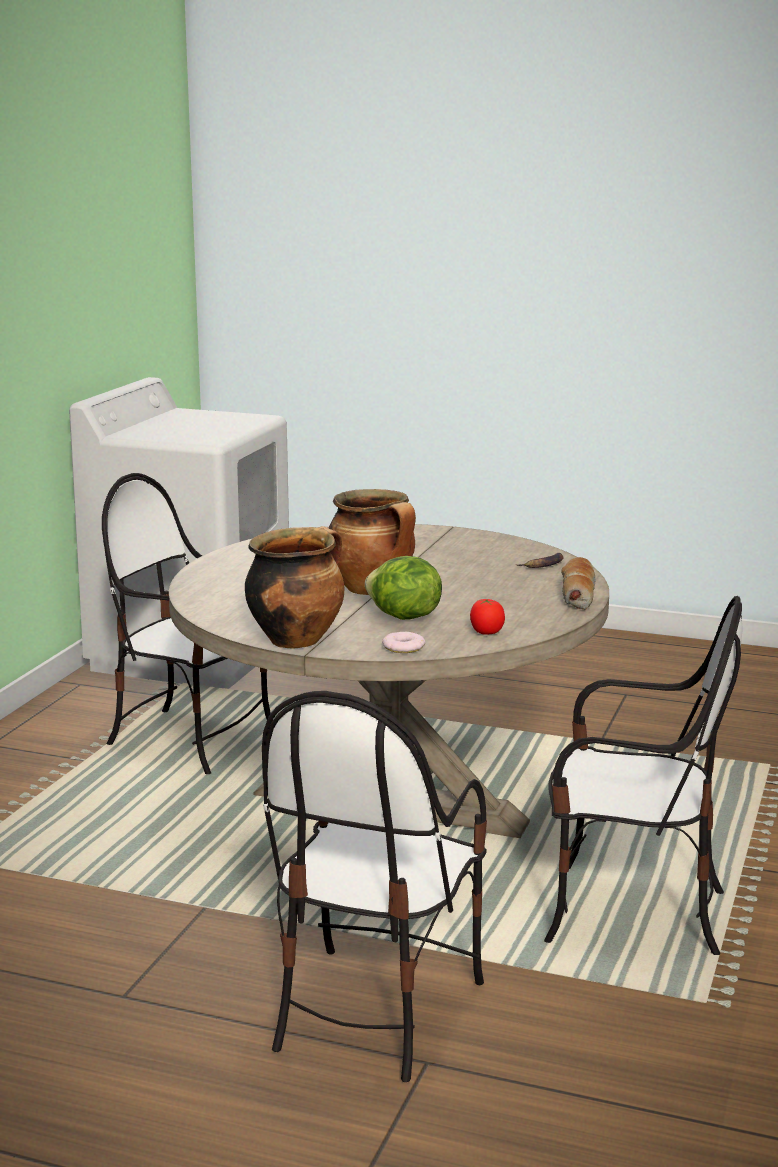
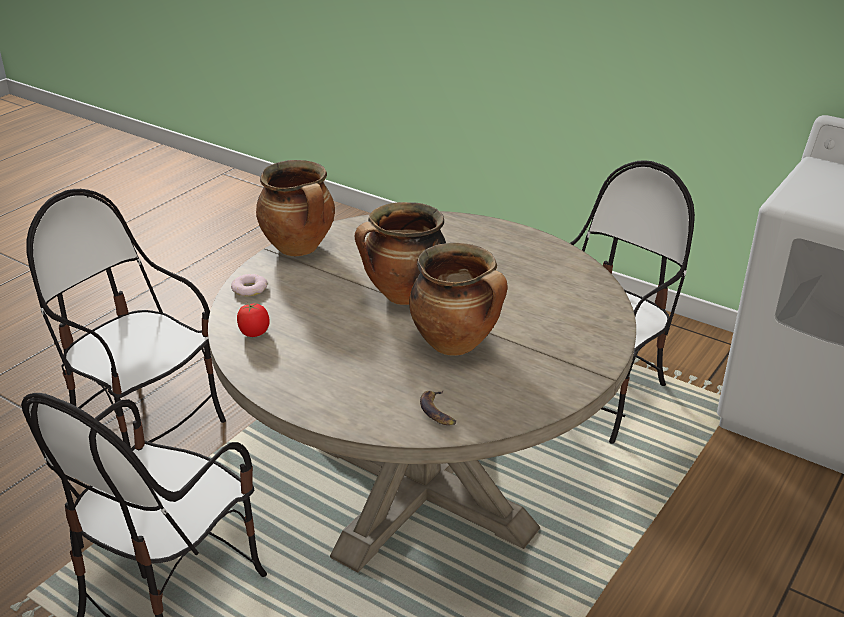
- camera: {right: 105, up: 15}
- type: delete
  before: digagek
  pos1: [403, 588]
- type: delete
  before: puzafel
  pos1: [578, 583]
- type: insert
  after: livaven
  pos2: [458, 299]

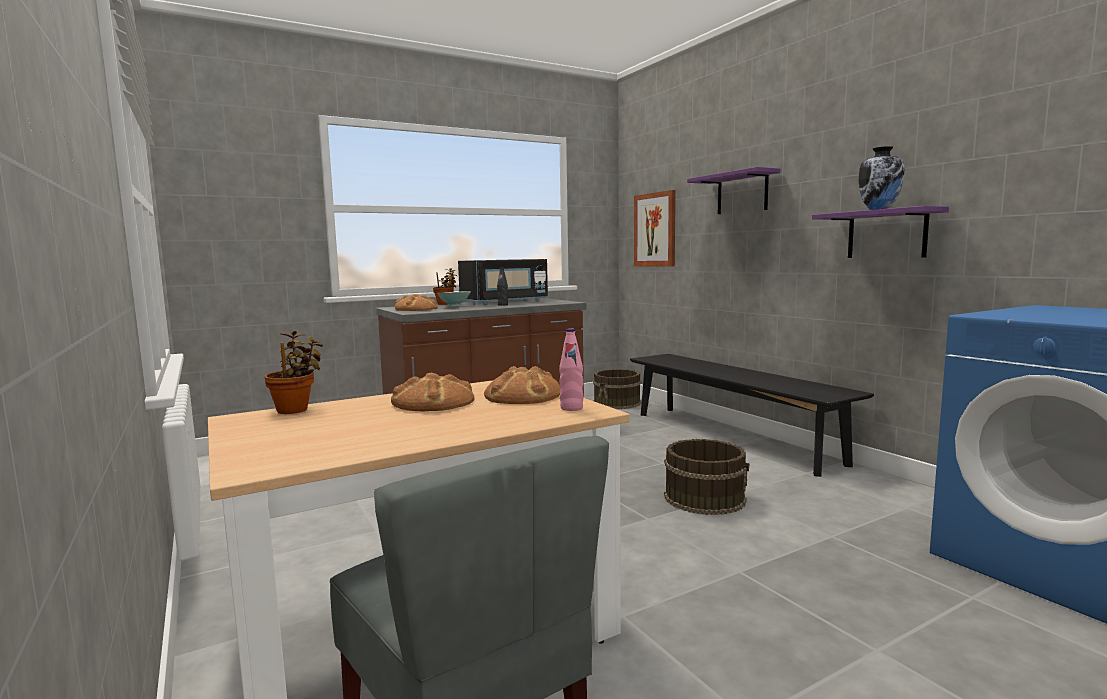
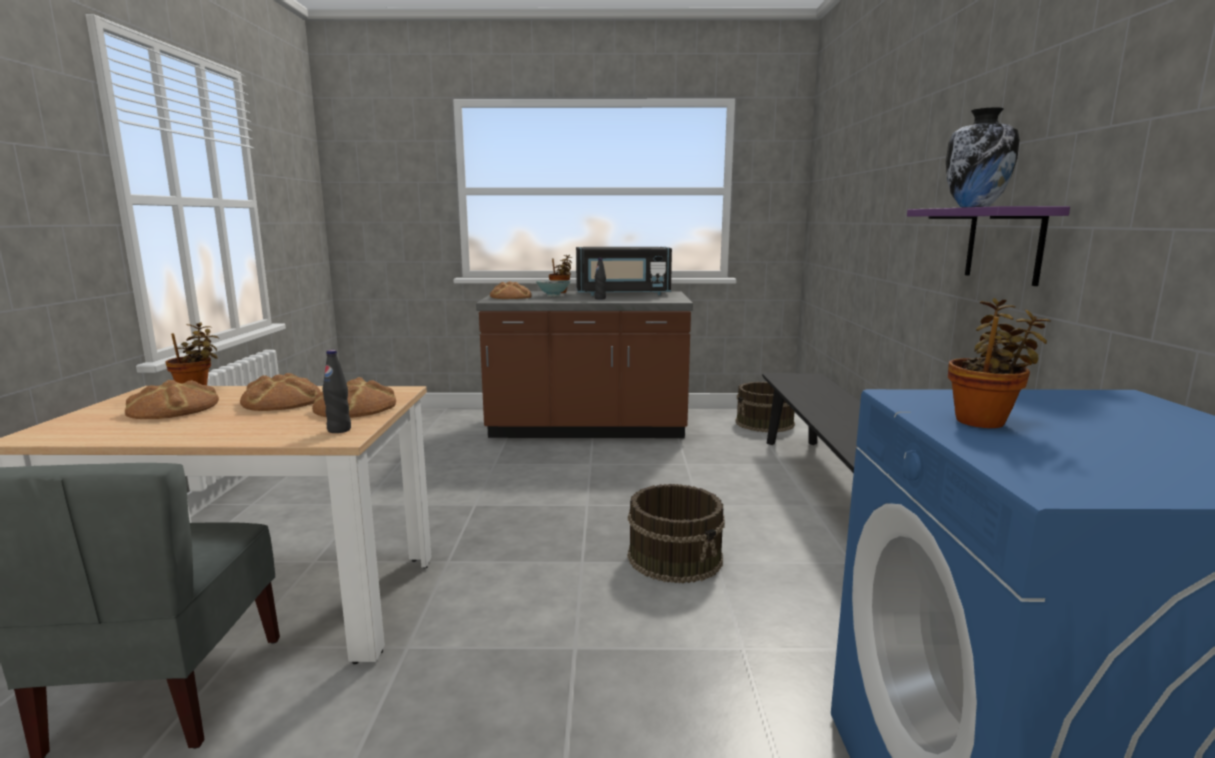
- camera: {right: 30, up: 5}
- type: delete
  before: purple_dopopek
  pos1: [733, 190]
- type: delete
  before: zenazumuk
  pos1: [655, 228]
- type: recolor
  before: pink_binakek
  after: black_binakek
  pos1: [571, 369]
  pos2: [336, 391]
- type: insert
  after: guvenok
  pos2: [999, 363]
- type: insert
  after: puzafel
  pos2: [172, 399]

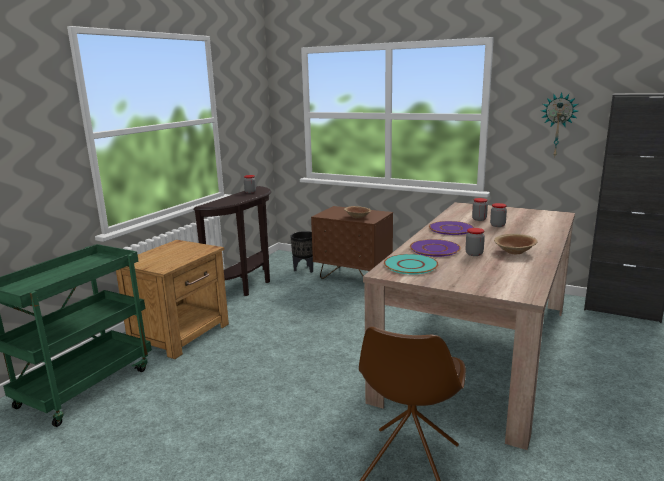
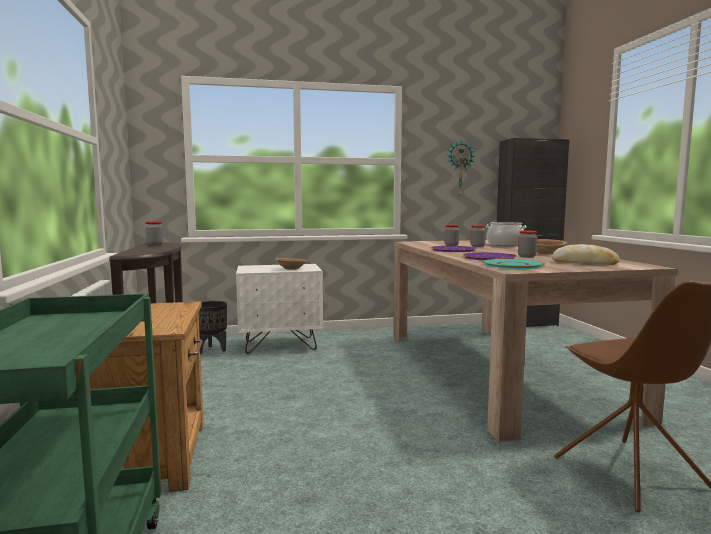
- camera: {right: -40, up: -10}
- type: recolor
  before: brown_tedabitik
  after: white_tedabitik
  pos1: [352, 242]
  pos2: [279, 309]
- type: insert
  after: livaven
  pos2: [506, 234]
- type: insert
  after: puzafel
  pos2: [586, 254]

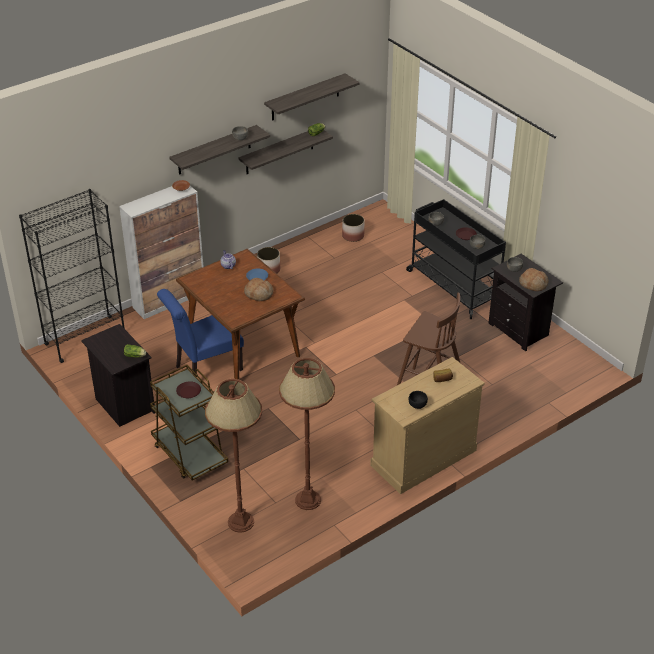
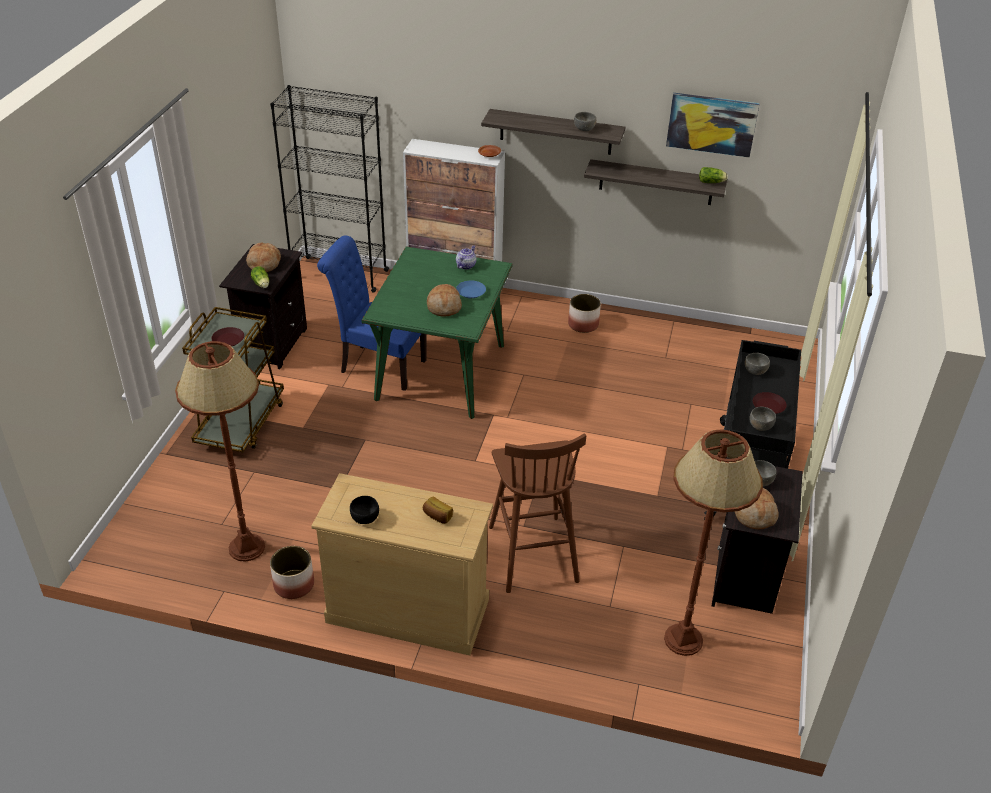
- camera: {right: 50, up: 0}
- type: replace
  before: dopopek
  after: zenazumuk
  pos1: [312, 97]
  pos2: [713, 125]
- type: move
  before: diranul
  pos1: [353, 228]
  pos2: [292, 572]
- type: recolor
  before: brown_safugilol
  after: green_safugilol
  pos1: [240, 314]
  pos2: [437, 332]
- type: move
  before: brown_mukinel
  pos1: [233, 456]
  pos2: [713, 542]
- type: insert
  after: puzafel
  pos2: [263, 257]

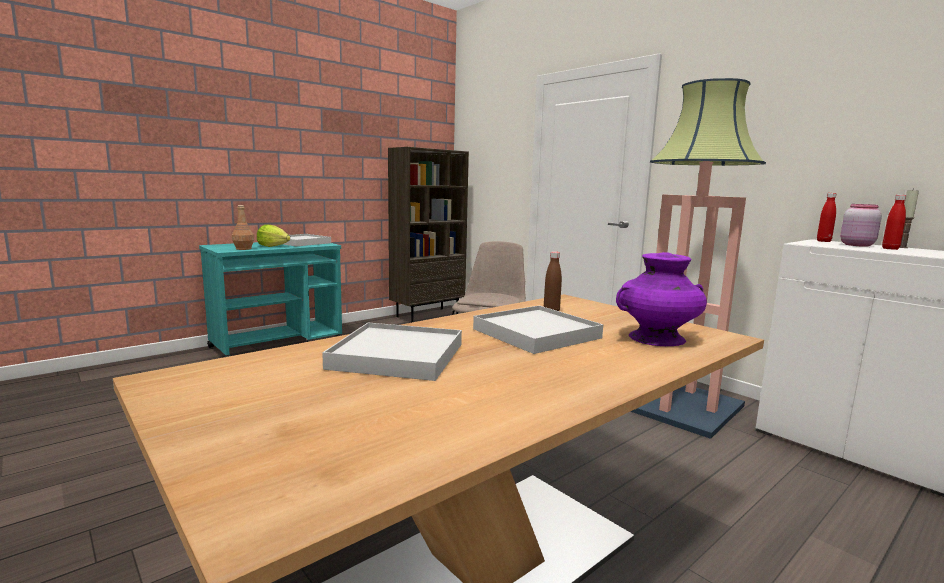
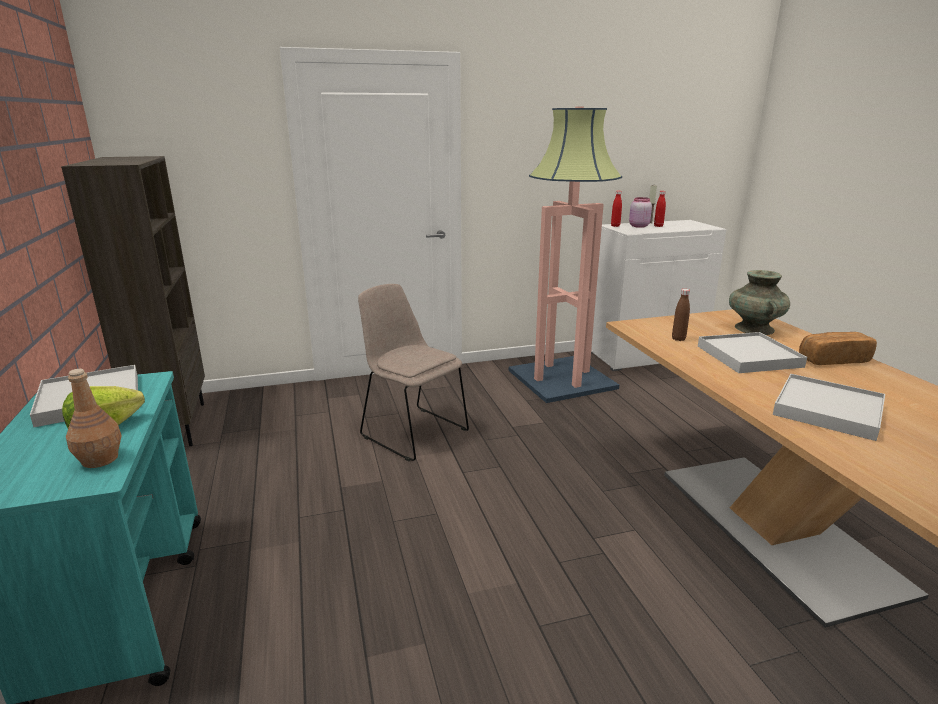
- camera: {right: -65, up: 10}
- type: recolor
  before: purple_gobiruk
  after: turquoise_gobiruk
  pos1: [661, 299]
  pos2: [759, 302]
- type: insert
  after: puzafel
  pos2: [838, 348]

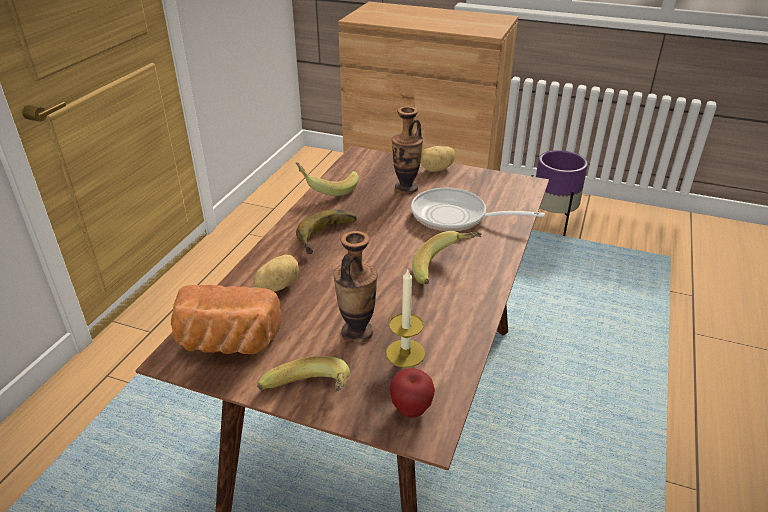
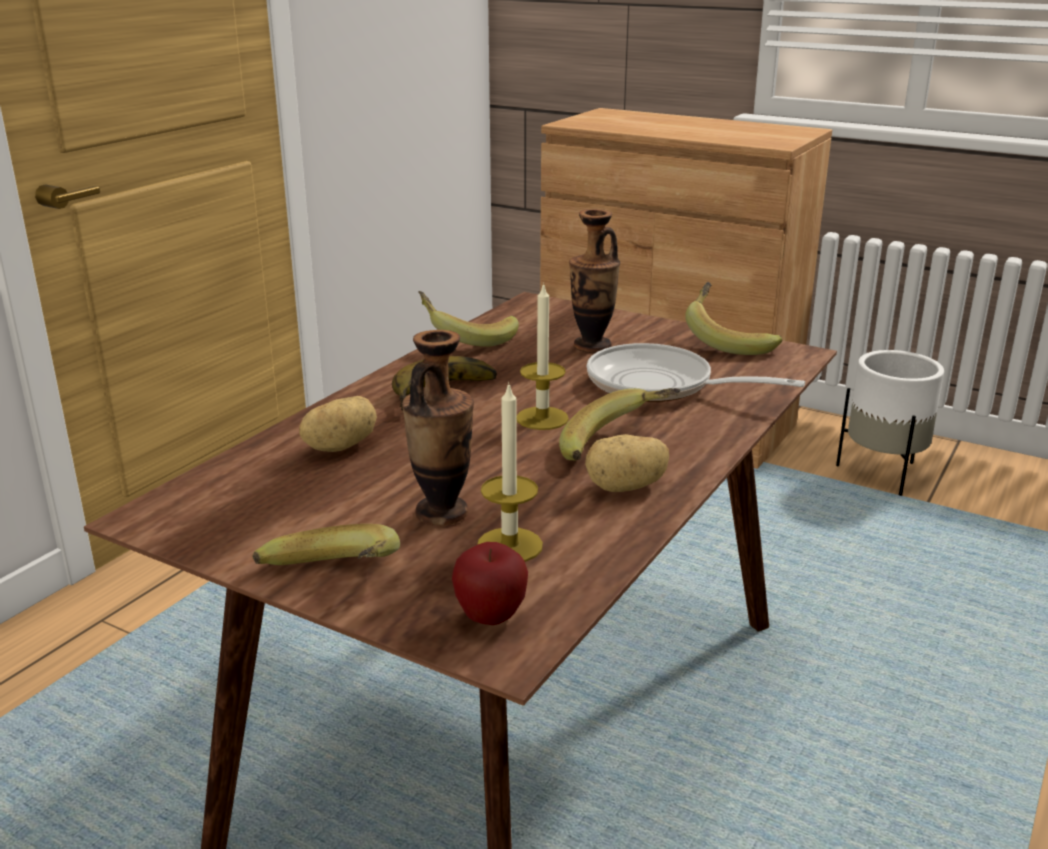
- camera: {right: 10, up: -10}
- type: move
  before: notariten
  pos1: [438, 159]
  pos2: [627, 463]
- type: recolor
  before: purple_diranul
  after: white_diranul
  pos1: [560, 193]
  pos2: [890, 423]
- type: delete
  before: puzafel
  pos1: [226, 319]
- type: insert
  after: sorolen
  pos2: [542, 356]
- type: insert
  after: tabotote
  pos2: [733, 318]

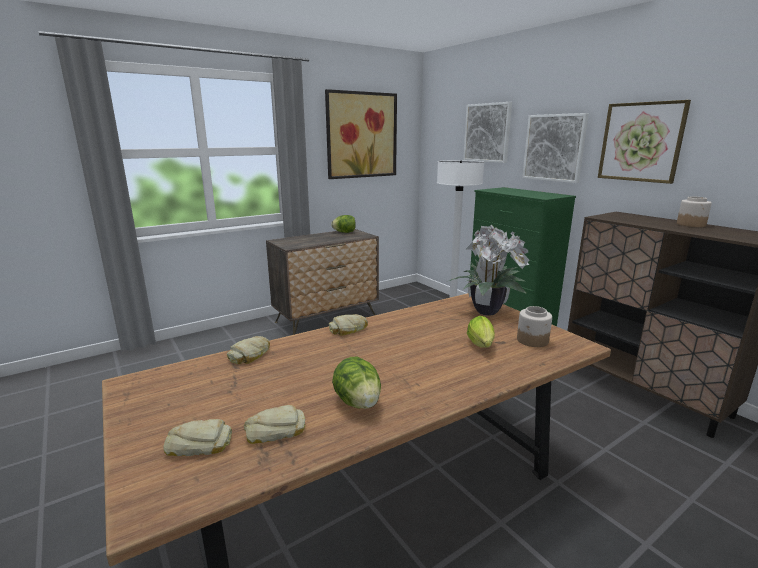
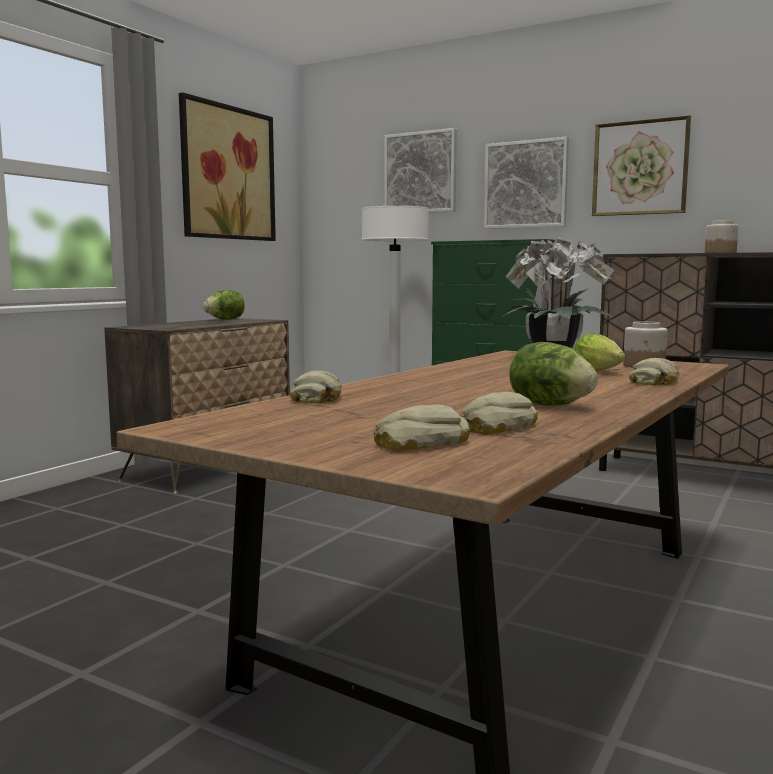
- camera: {right: -25, up: -10}
- type: move
  before: puzafel
  pos1: [348, 325]
  pos2: [654, 371]

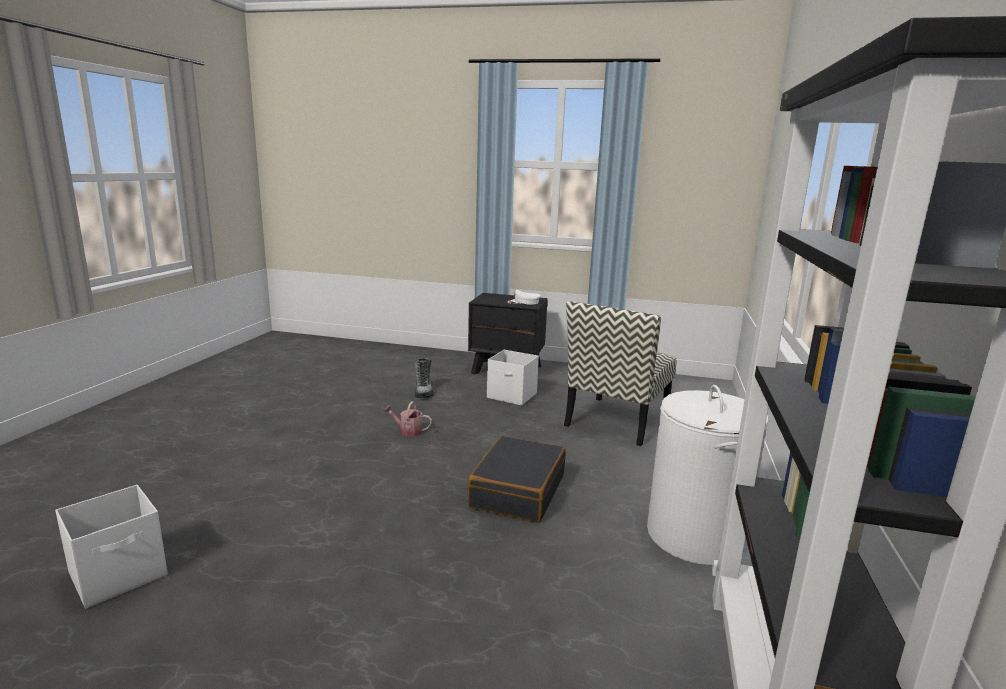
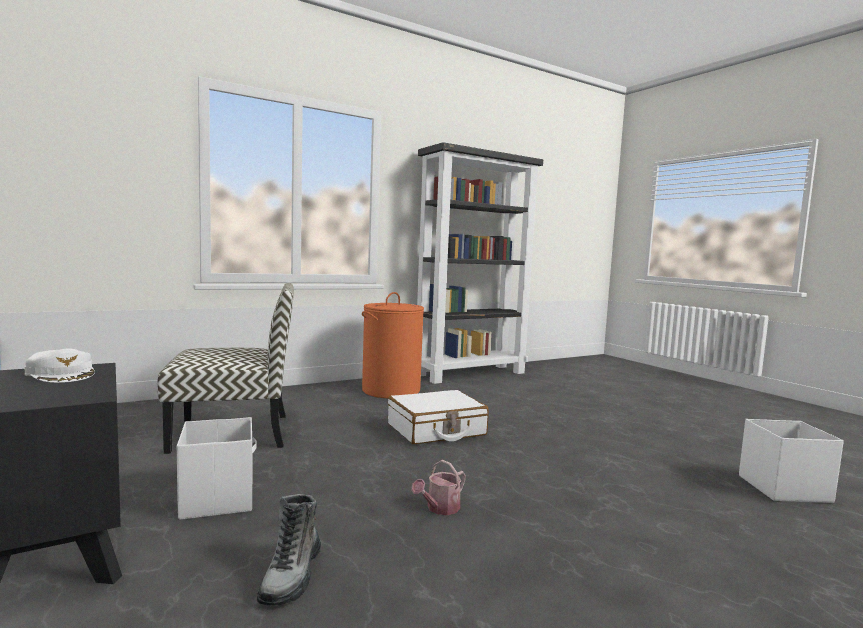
- camera: {right: -135, up: -10}
- type: rotate
  before: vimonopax
  pos1: [423, 378]
  pos2: [289, 550]
  turn: 150
- type: recolor
  before: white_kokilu
  after: orange_kokilu
  pos1: [708, 475]
  pos2: [393, 345]
- type: rotate
  before: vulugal
  pos1: [407, 419]
  pos2: [438, 487]
  turn: 75
- type: recolor
  before: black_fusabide
  after: white_fusabide
  pos1: [517, 479]
  pos2: [438, 417]

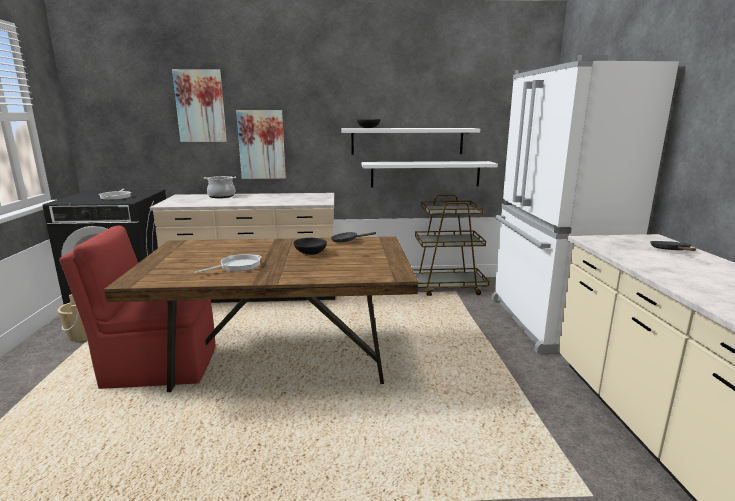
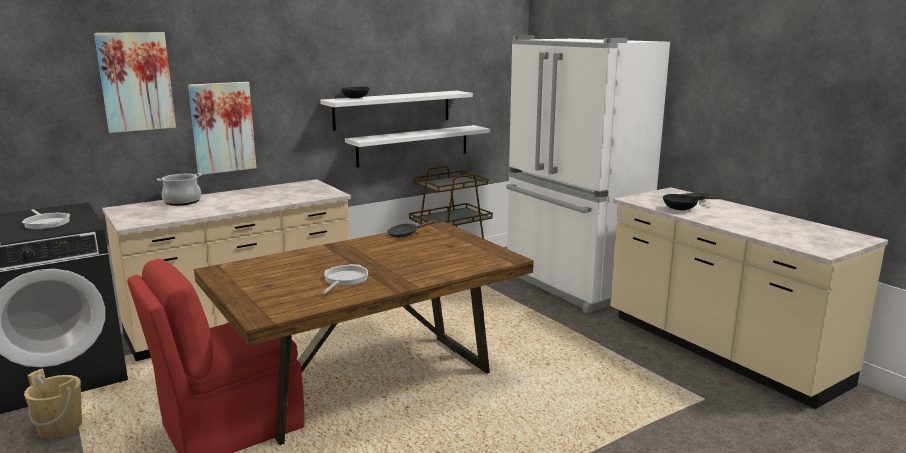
- camera: {right: -30, up: 0}
- type: move
  before: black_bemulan
  pos1: [310, 246]
  pos2: [680, 202]

